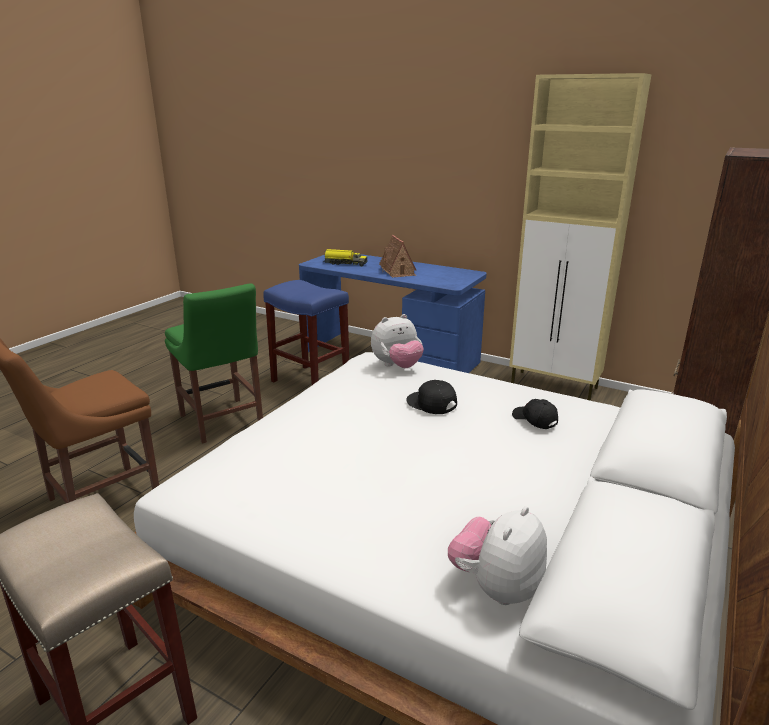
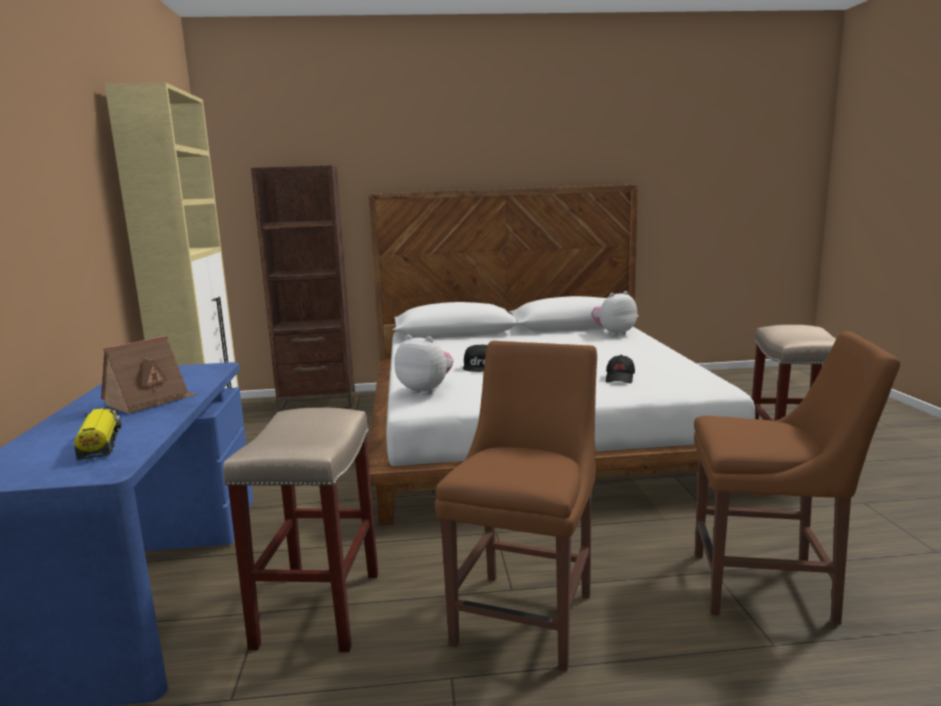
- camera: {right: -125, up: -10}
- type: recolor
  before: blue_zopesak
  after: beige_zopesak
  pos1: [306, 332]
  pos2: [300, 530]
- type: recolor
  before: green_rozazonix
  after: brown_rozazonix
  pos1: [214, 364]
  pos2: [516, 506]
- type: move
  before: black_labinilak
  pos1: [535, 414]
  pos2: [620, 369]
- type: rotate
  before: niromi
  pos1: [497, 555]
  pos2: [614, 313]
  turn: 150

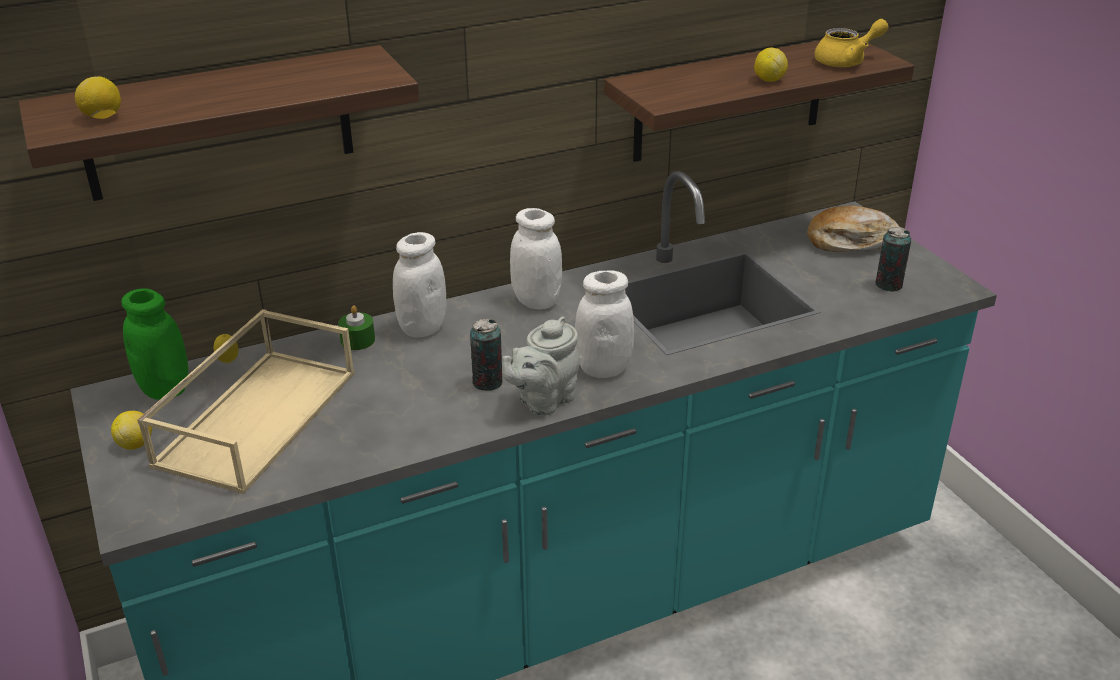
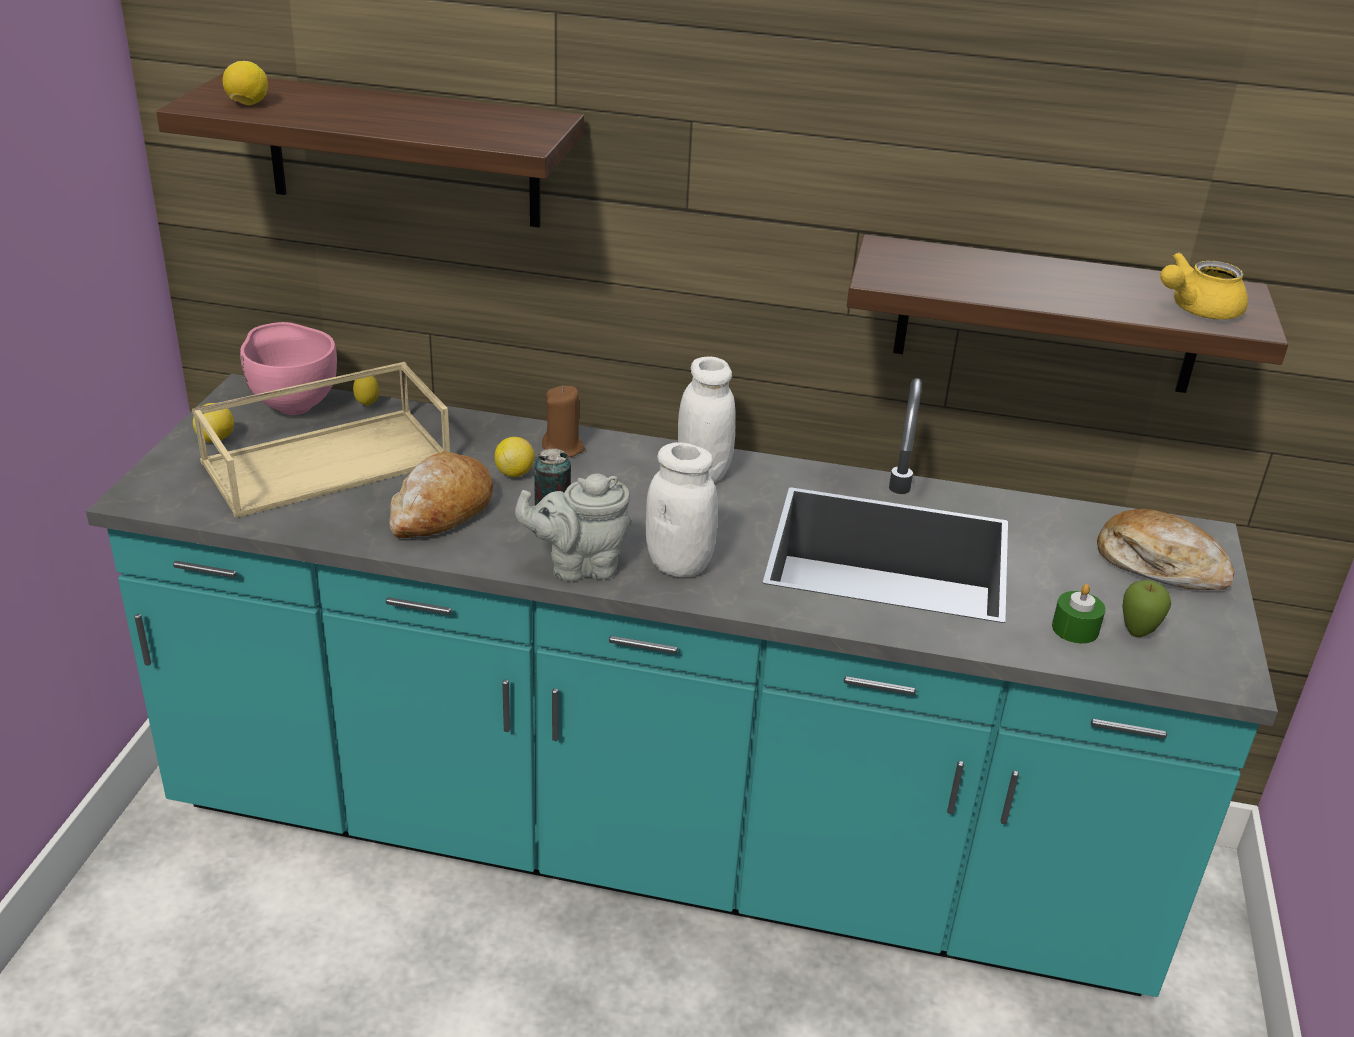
- camera: {right: 35, up: 0}
- type: rotate
  before: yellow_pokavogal
  pos1: [851, 43]
  pos2: [1204, 285]
  turn: 135
- type: move
  before: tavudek
  pos1: [771, 64]
  pos2: [515, 457]
- type: replace
  before: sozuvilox
  after: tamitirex
  pos1: [893, 259]
  pos2: [1146, 608]
- type: replace
  before: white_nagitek
  after: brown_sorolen
  pos1: [419, 284]
  pos2: [563, 421]
- type: replace
  before: green_nagitek
  after: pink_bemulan
  pos1: [154, 344]
  pos2: [288, 368]
- type: move
  before: green_sorolen
  pos1: [356, 327]
  pos2: [1078, 614]
- type: insert
  after: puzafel
  pos2: [441, 494]

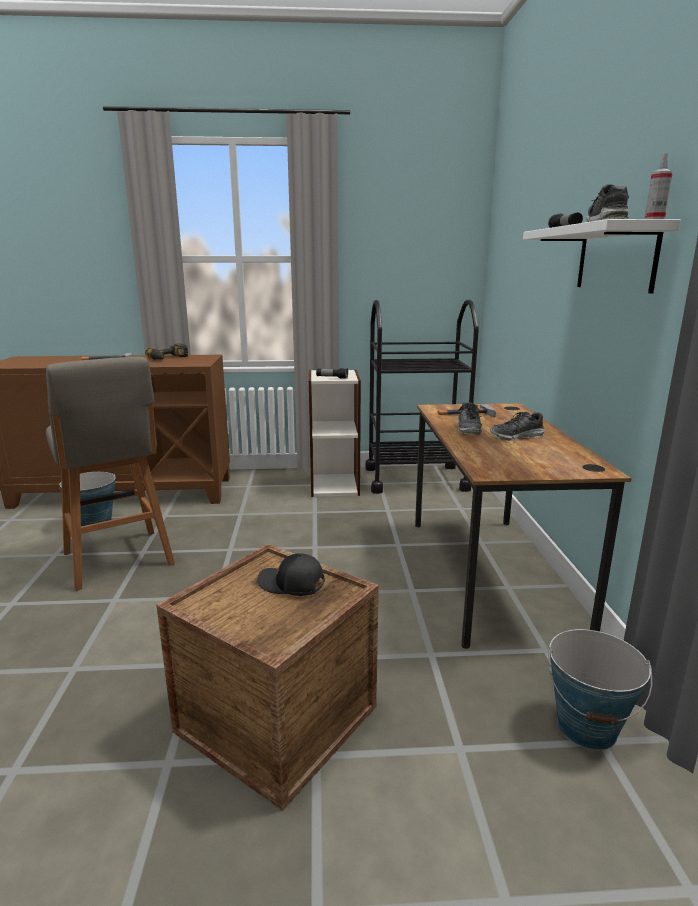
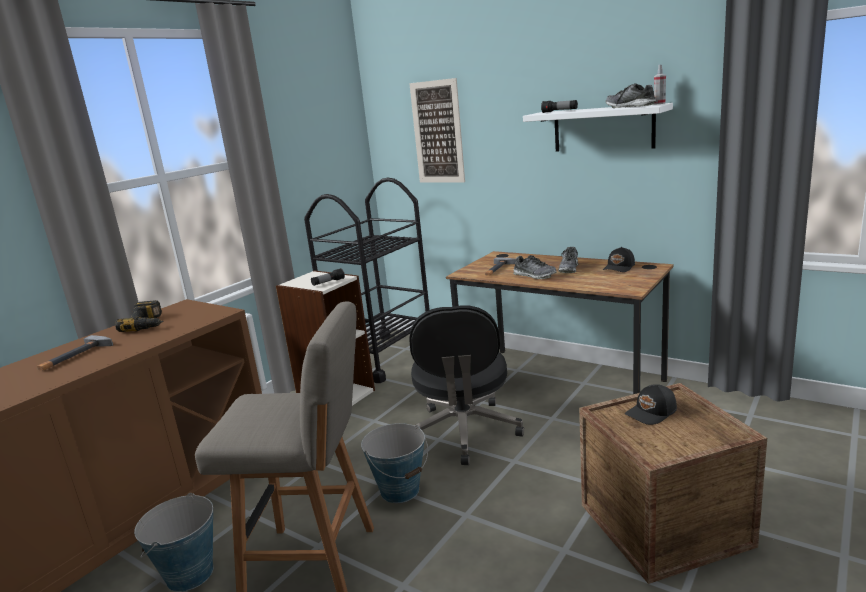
- camera: {right: -50, up: 0}
- type: move
  before: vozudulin
  pos1: [600, 689]
  pos2: [394, 463]
- type: insert
  after: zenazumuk
  pos2: [437, 130]
- type: insert
  after: black_labinilak
  pos2: [619, 259]
- type: insert
  after: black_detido
  pos2: [466, 385]

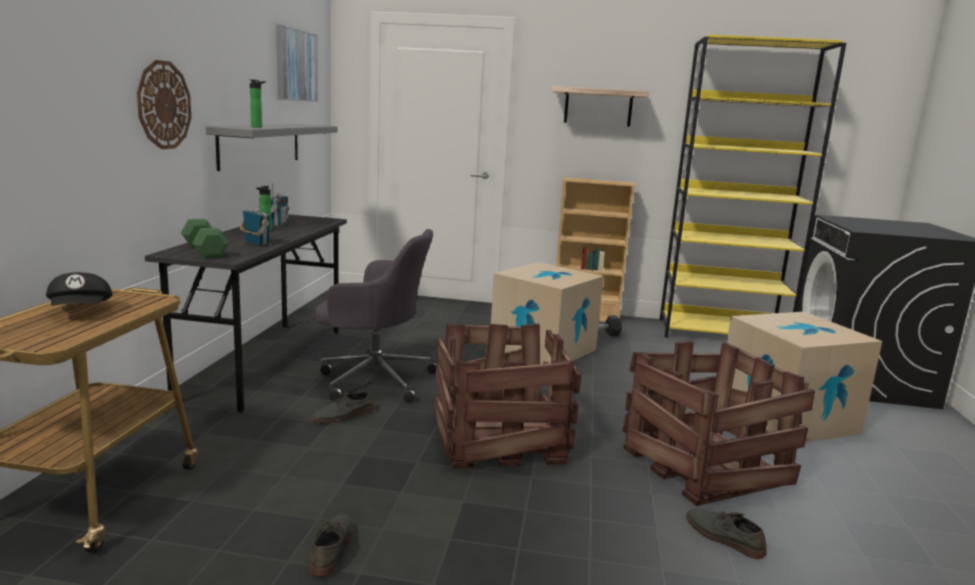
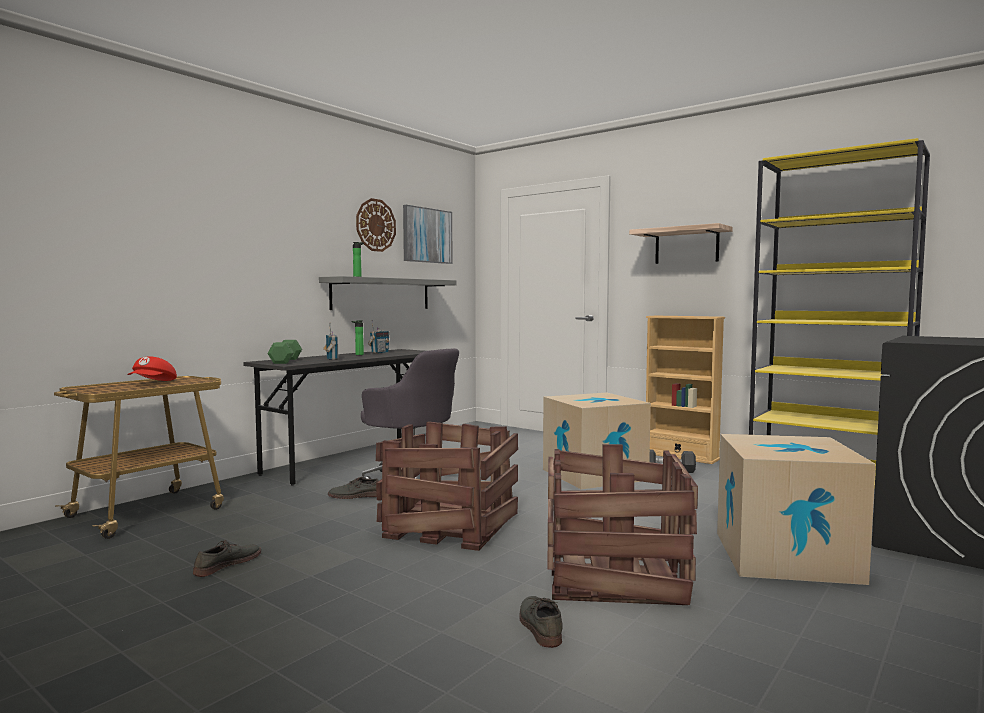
- camera: {right: 30, up: -10}
- type: move
  before: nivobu
  pos1: [164, 104]
  pos2: [376, 225]
- type: recolor
  before: black_labinilak
  after: red_labinilak
  pos1: [79, 289]
  pos2: [152, 368]

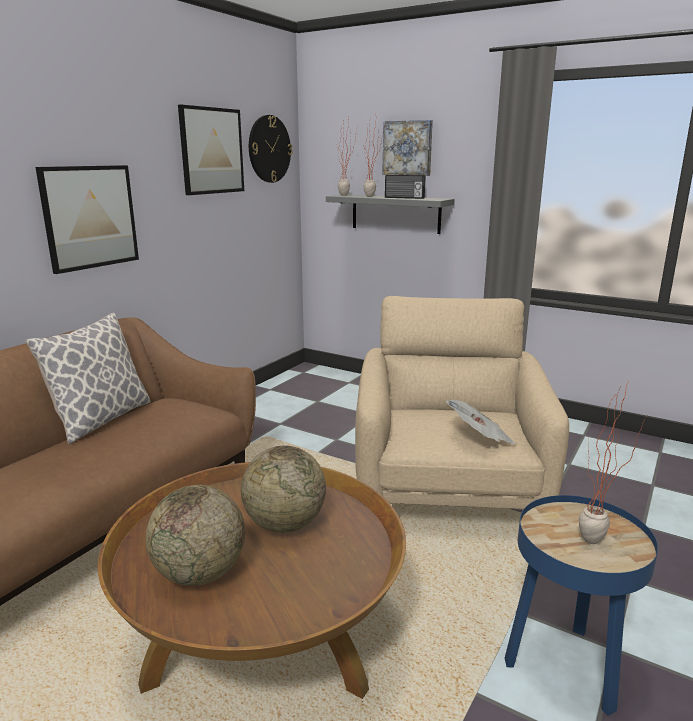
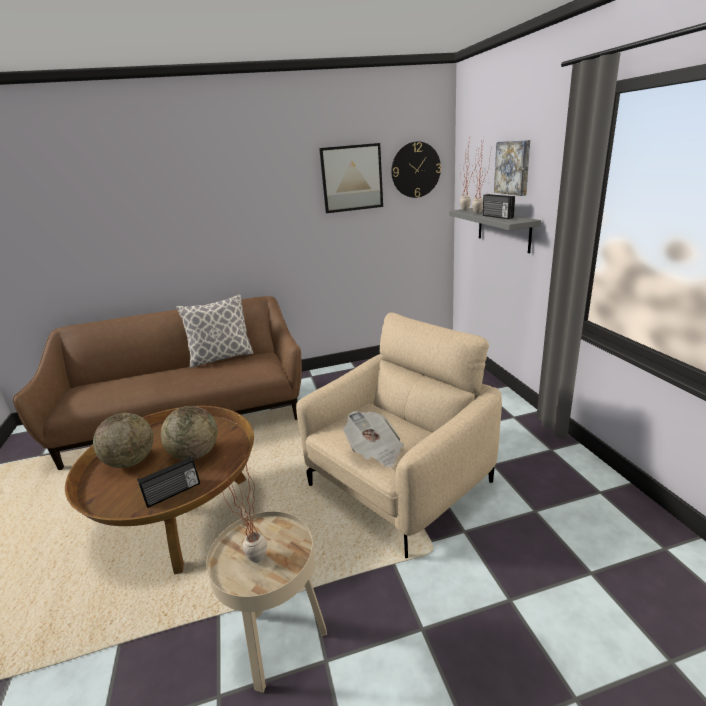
- camera: {right: 45, up: 5}
- type: delete
  before: zenazumuk
  pos1: [87, 219]
- type: recolor
  before: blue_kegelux
  after: beige_kegelux
  pos1: [581, 605]
  pos2: [266, 602]
- type: insert
  after: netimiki
  pos2: [168, 482]

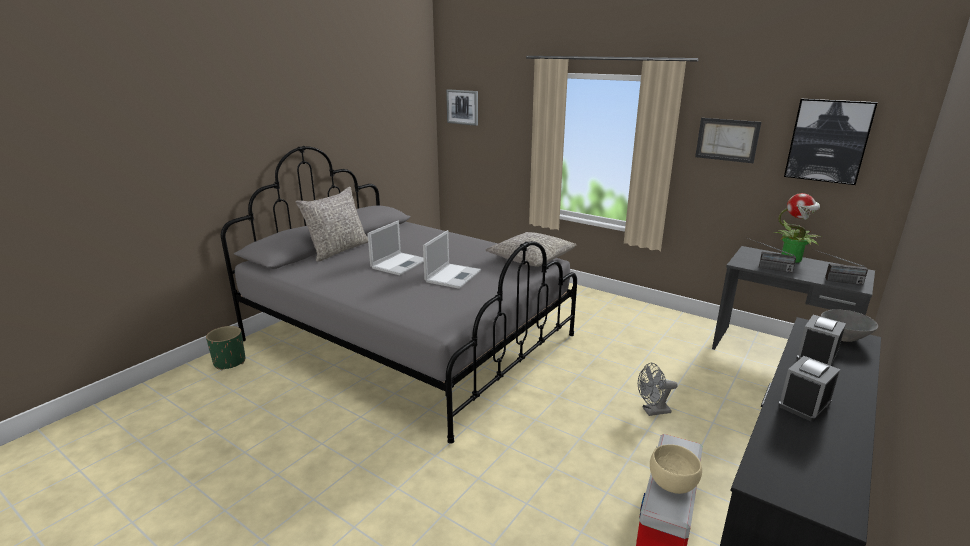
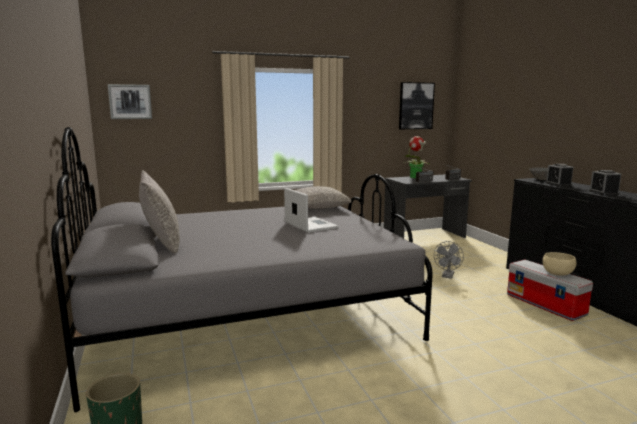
- camera: {right: -55, up: -10}
- type: delete
  before: zenazumuk
  pos1: [728, 140]
- type: delete
  before: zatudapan
  pos1: [395, 247]

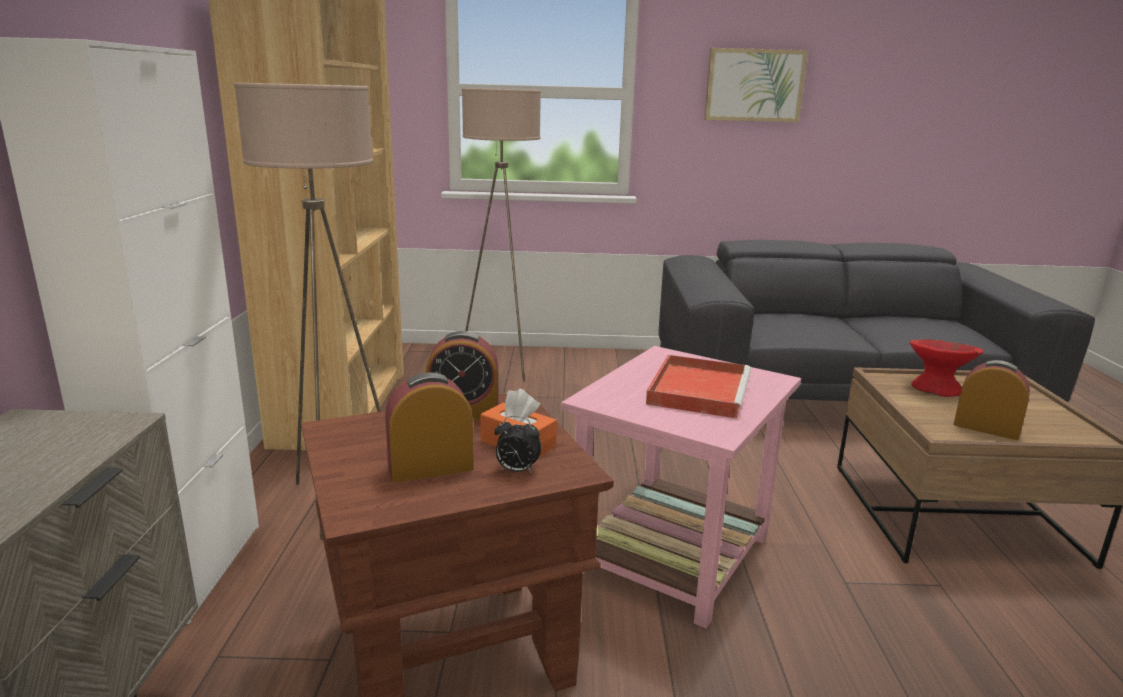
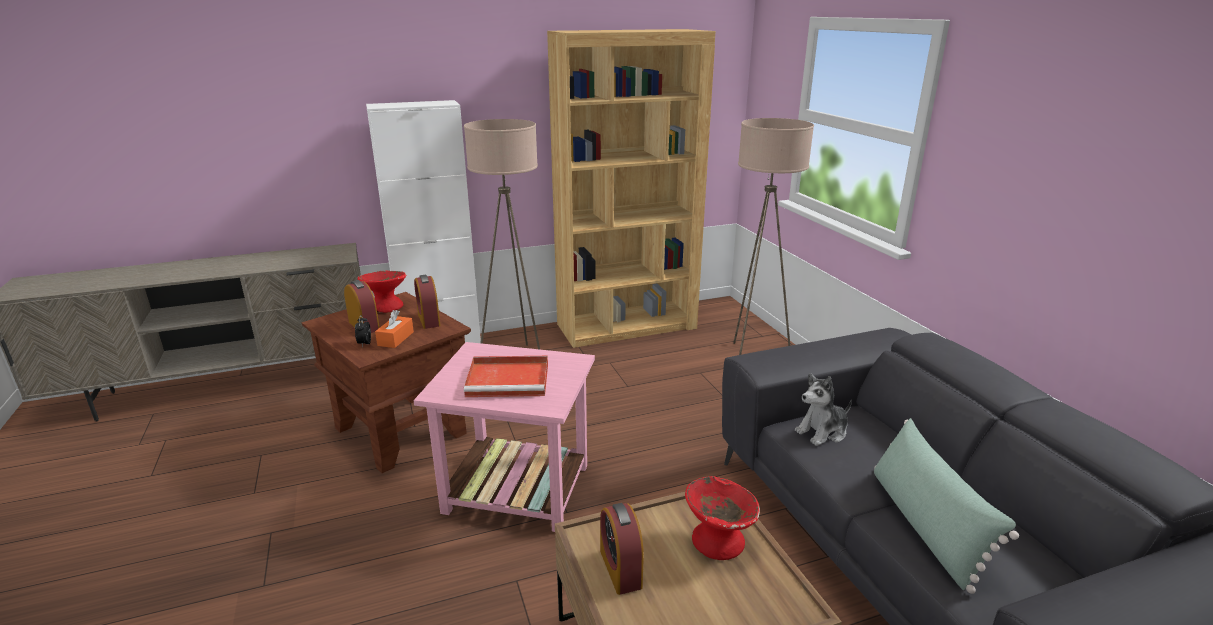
- camera: {right: 70, up: 5}
- type: delete
  before: zenazumuk
  pos1: [756, 85]
- type: rotate
  before: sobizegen
  pos1: [991, 400]
  pos2: [622, 549]
  turn: 150
- type: insert
  after: red_bemulan
  pos2: [382, 292]
- type: insert
  after: niromi
  pos2: [823, 409]
- type: insert
  after: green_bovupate
  pos2: [946, 506]

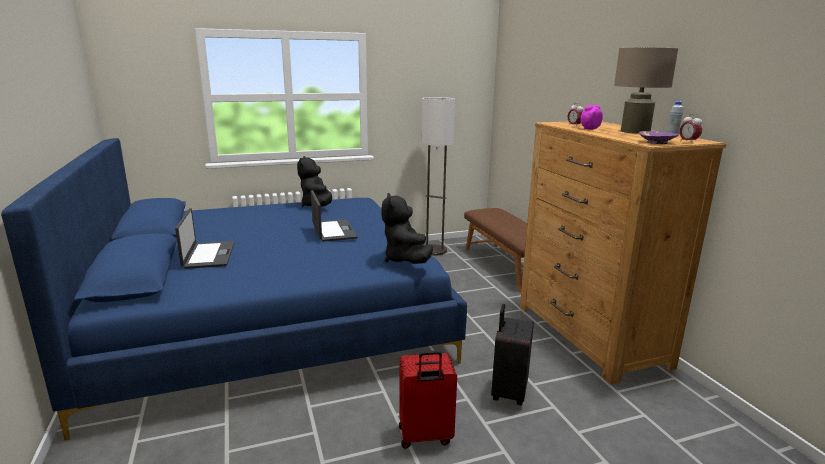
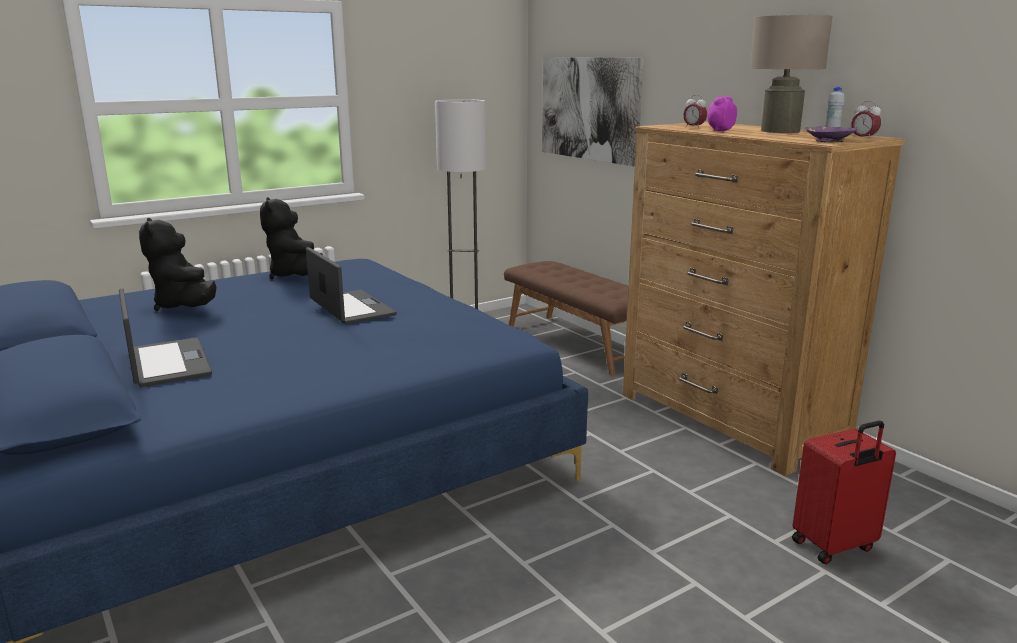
- camera: {right: -15, up: 0}
- type: move
  before: black_niromi
  pos1: [407, 228]
  pos2: [178, 264]
- type: delete
  before: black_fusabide
  pos1: [512, 355]
- type: move
  before: red_fusabide
  pos1: [428, 400]
  pos2: [844, 492]
- type: insert
  after: zenazumuk
  pos2: [593, 112]

